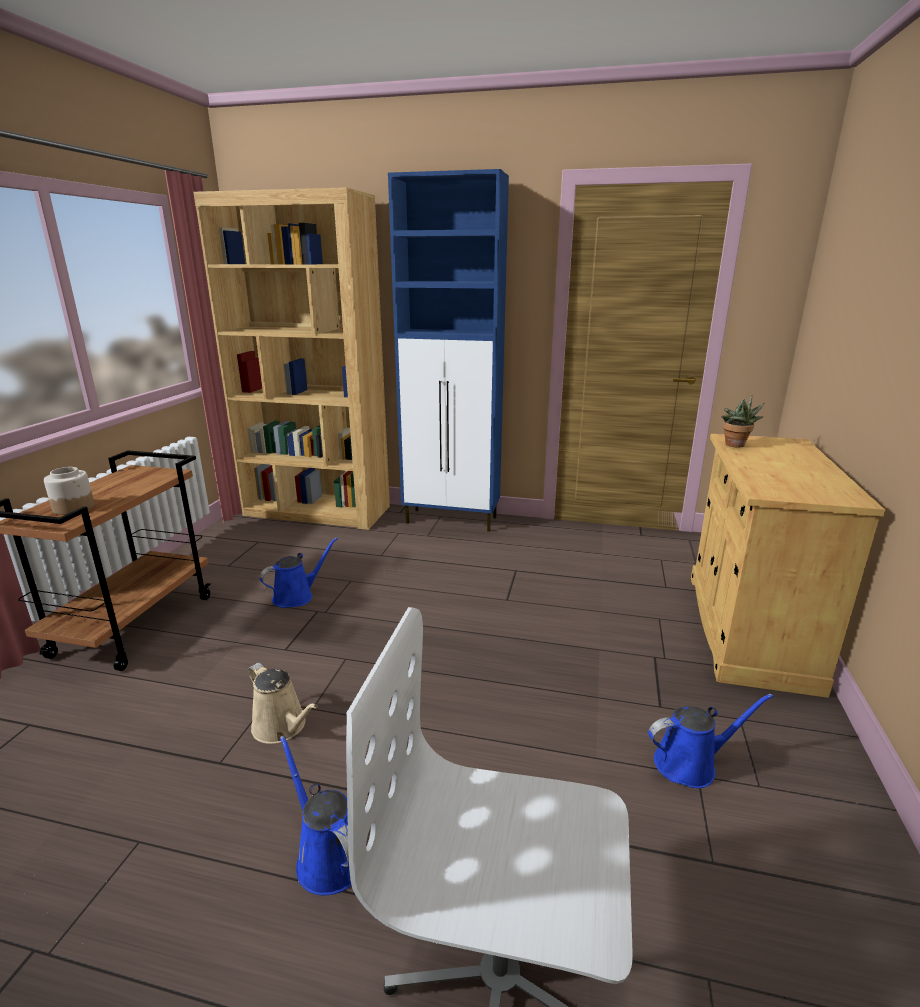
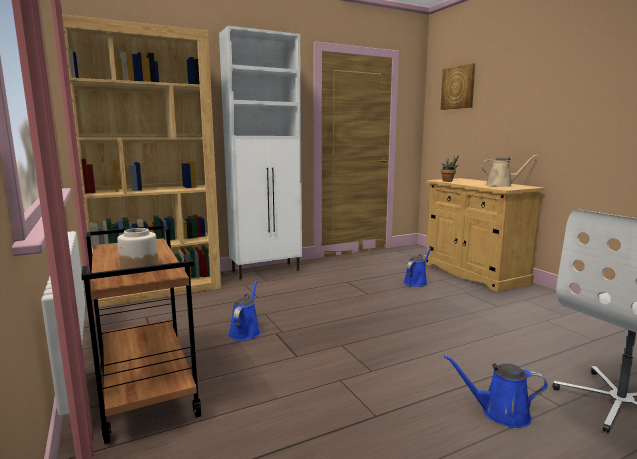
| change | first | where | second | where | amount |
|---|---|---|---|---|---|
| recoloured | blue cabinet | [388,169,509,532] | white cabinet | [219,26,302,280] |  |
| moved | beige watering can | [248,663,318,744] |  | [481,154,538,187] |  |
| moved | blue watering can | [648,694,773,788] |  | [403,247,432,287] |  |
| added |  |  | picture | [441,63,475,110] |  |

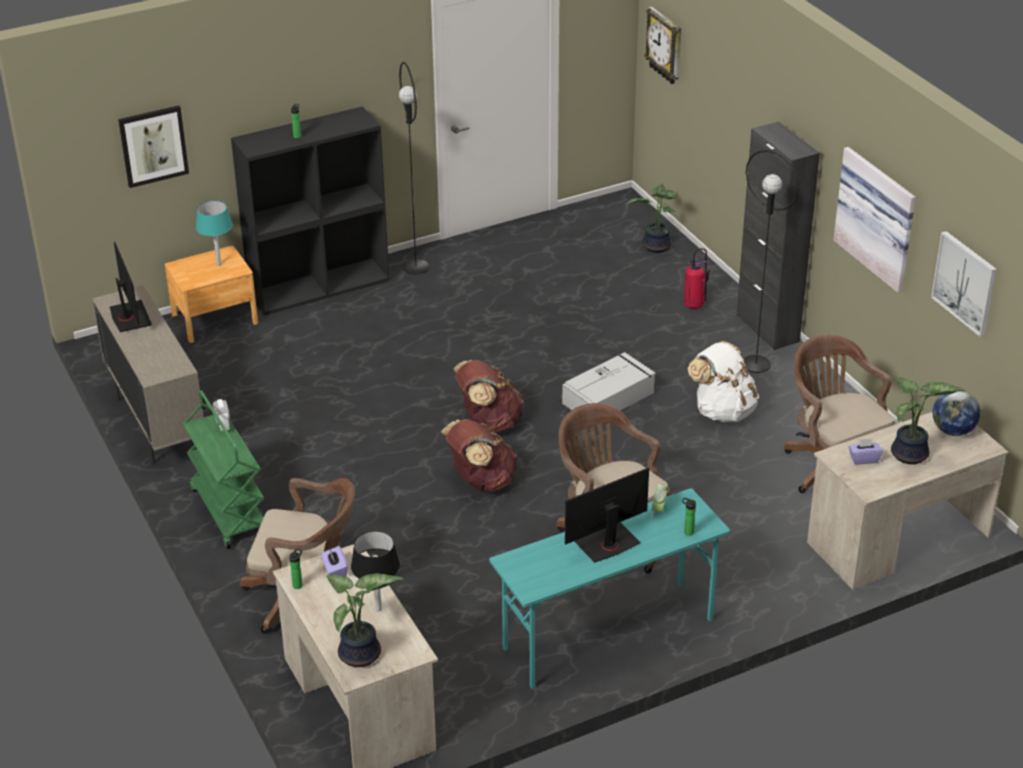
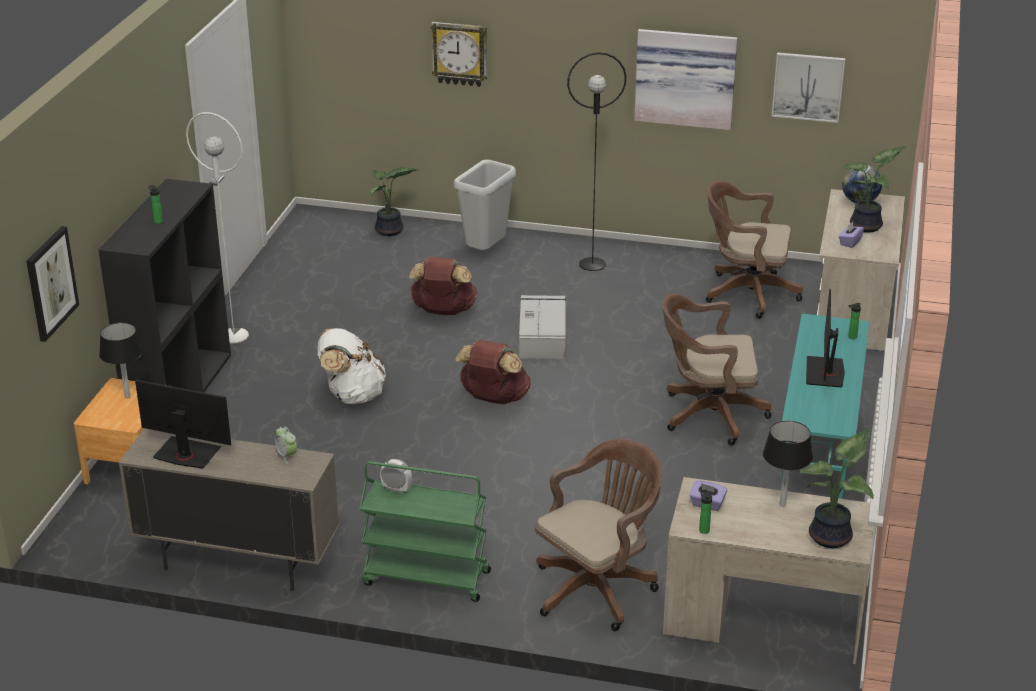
| change | first | where | second | where | amount |
|---|---|---|---|---|---|
| moved | wall clock | [644,7,681,84] |  | [431,22,487,87] |  |
| recoloured | black floor lamp | [399,62,429,275] | white floor lamp | [186,112,249,344] |  |
| removed | black cabinet | [736,121,820,350] |  |  |  |
| recoloured | turquoise table lamp | [196,200,233,266] | black table lamp | [99,322,143,399] |  |
| replaced | fire extinguisher | [684,248,712,309] | grey trash can | [454,160,516,250] |  |
| moved | white backpack | [688,341,759,422] |  | [318,328,385,404] |  |
| moved | brown backpack | [441,419,518,492] |  | [409,257,478,315] |  |
| moved | alarm clock | [651,483,667,518] |  | [275,426,297,464] |  |

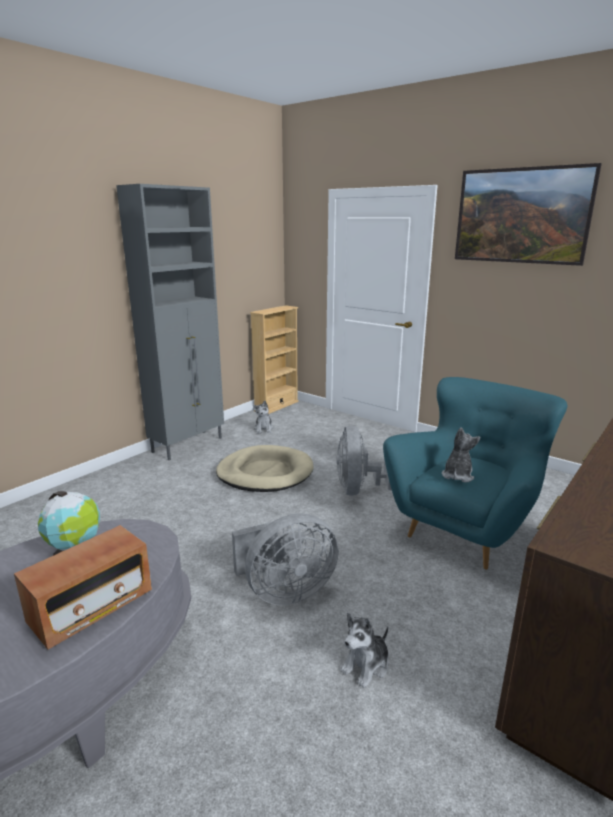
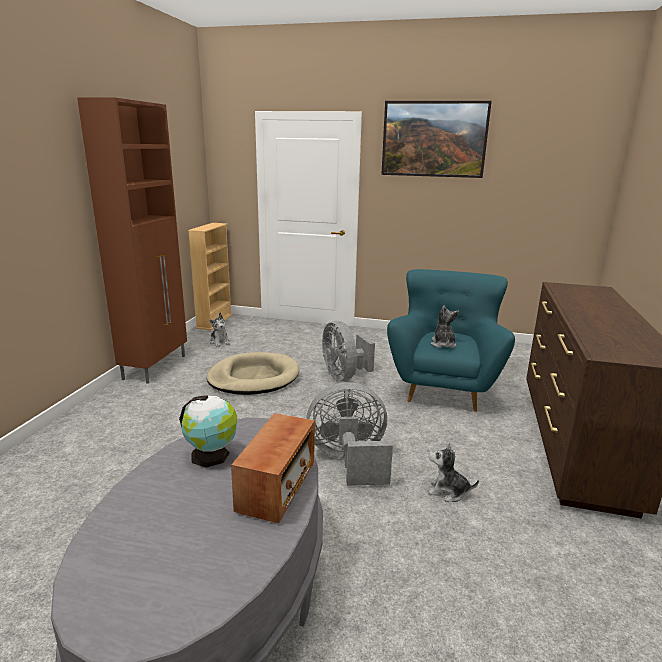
| change | first | where | second | where | amount |
|---|---|---|---|---|---|
| recoloured | grey cabinet | [116,184,224,460] | brown cabinet | [77,97,187,384] |  |
| turned | grey fan | [232,514,339,605] |  | [306,382,393,486] | 135 degrees counterclockwise |
| turned | plush toy | [341,613,388,688] |  | [428,443,479,502] | 90 degrees clockwise |

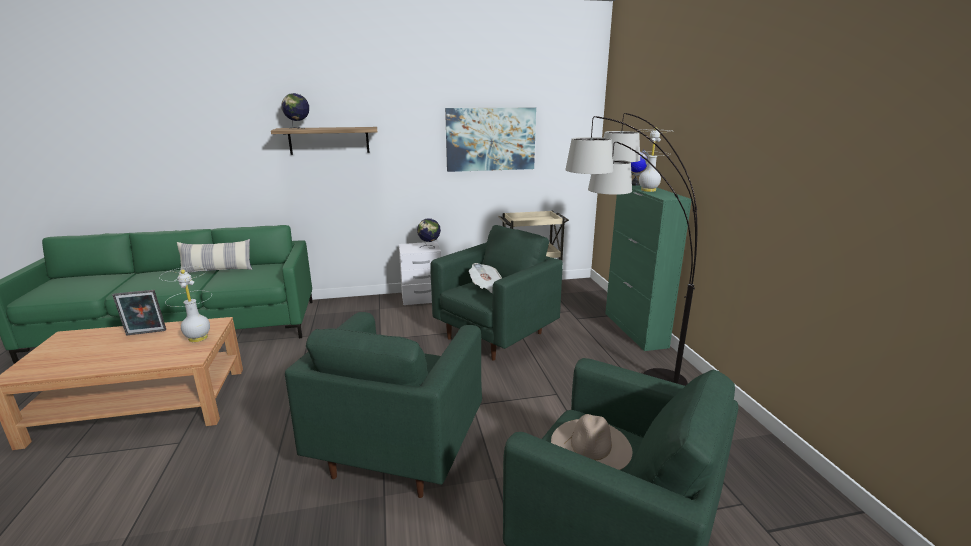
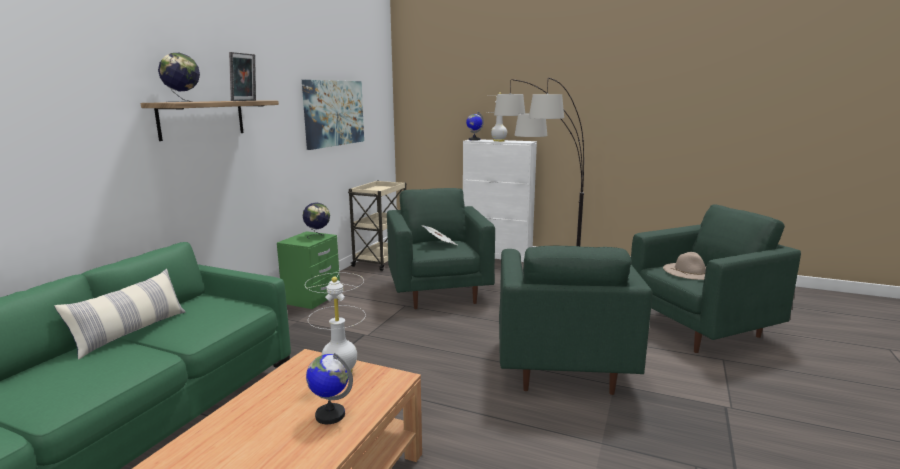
| change | first | where | second | where | amount |
|---|---|---|---|---|---|
| recoloured | green cabinet | [605,185,691,351] | white cabinet | [463,139,537,262] |  |
| recoloured | white nightstand | [399,242,441,305] | green nightstand | [277,231,340,309] |  |
| moved | picture frame | [112,290,166,336] |  | [229,52,256,101] |  |
| turned | green armchair | [285,312,482,498] |  | [499,246,652,395] | 45 degrees clockwise |
| added |  |  | globe | [306,353,353,424] |  |

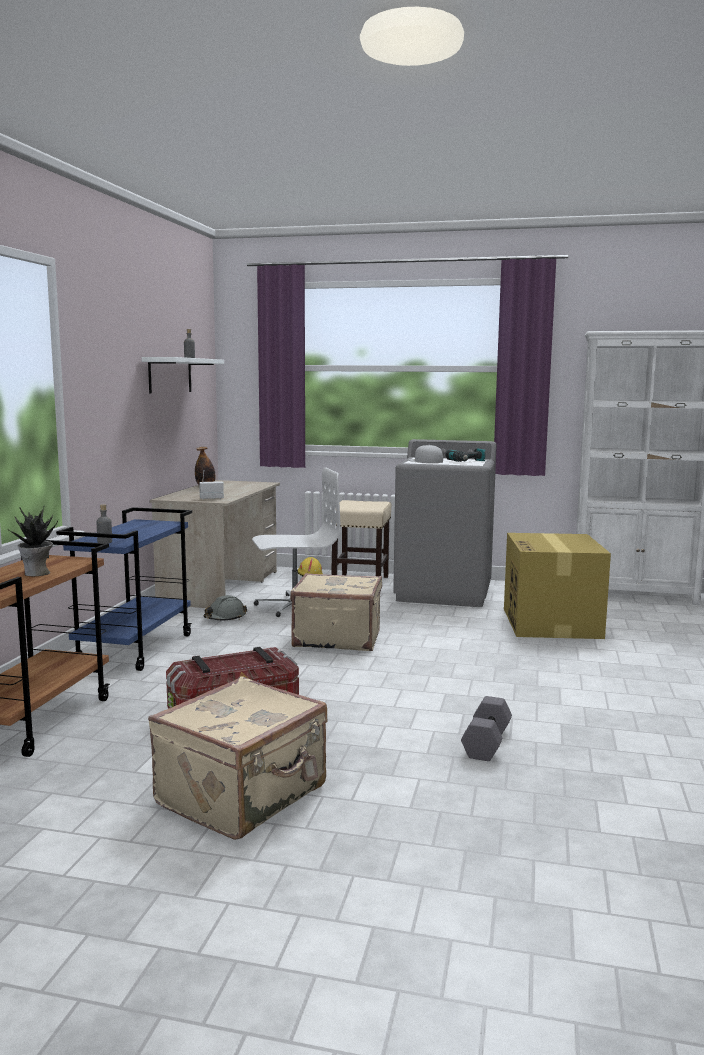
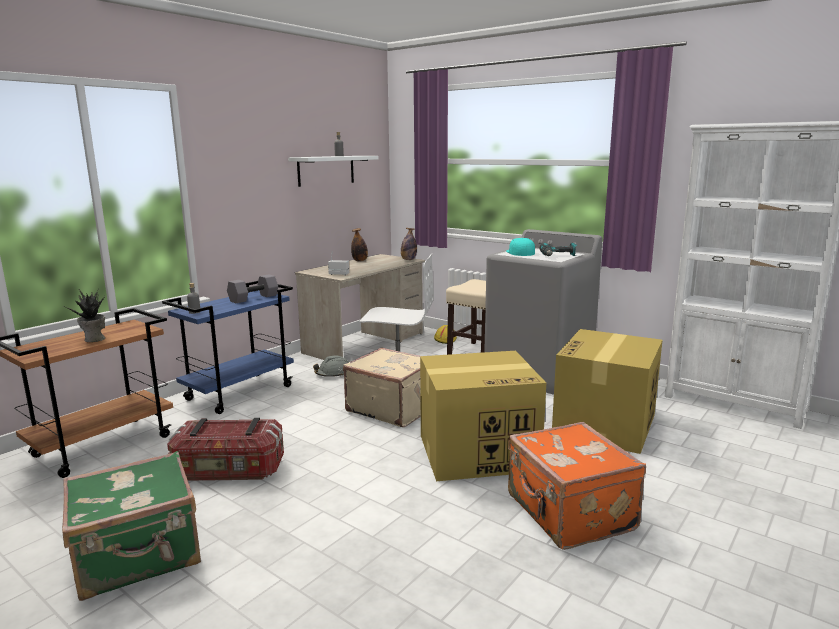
| change | first | where | second | where | amount |
|---|---|---|---|---|---|
| recoloured | white cap | [408,445,443,463] | turquoise cap | [506,238,535,256] |  |
| recoloured | beige suitcase | [148,676,327,840] | green suitcase | [62,451,201,601] |  |
| moved | grey dumbbell | [461,696,512,761] |  | [227,274,278,303] |  |
| added |  |  | bottle | [401,228,417,260] |  |
| added |  |  | cardboard box | [420,351,546,481] |  |
| added |  |  | orange suitcase | [508,422,646,550] |  |

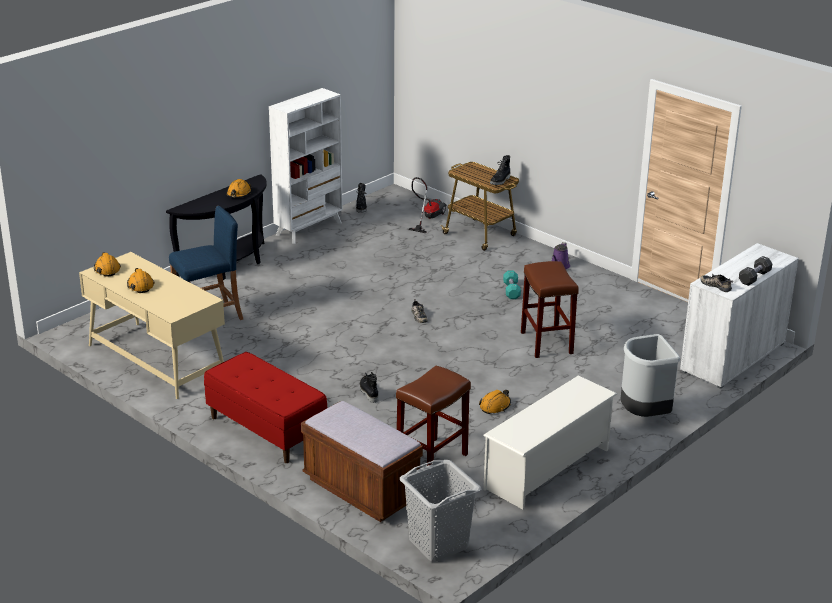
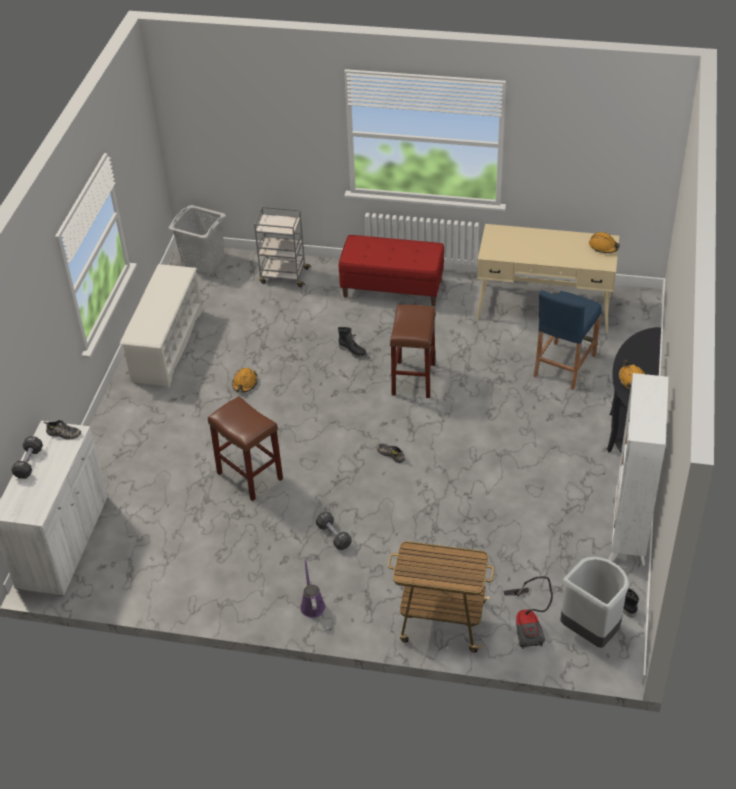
| change | first | where | second | where | amount |
|---|---|---|---|---|---|
| removed | black boot | [490,155,510,185] |  |  |  |
| removed | orange hard hat | [127,268,154,293] |  |  |  |
| recoloured | turquoise dumbbell | [503,271,521,299] | black dumbbell | [316,511,352,550] |  |
| moved | grey trash can | [620,334,680,417] |  | [561,557,630,648] |  |
| moved | brown stool | [396,365,471,480] |  | [390,305,436,398] |  |
| replaced | brown bench | [301,401,423,522] | grey cart | [254,206,311,287] |  |

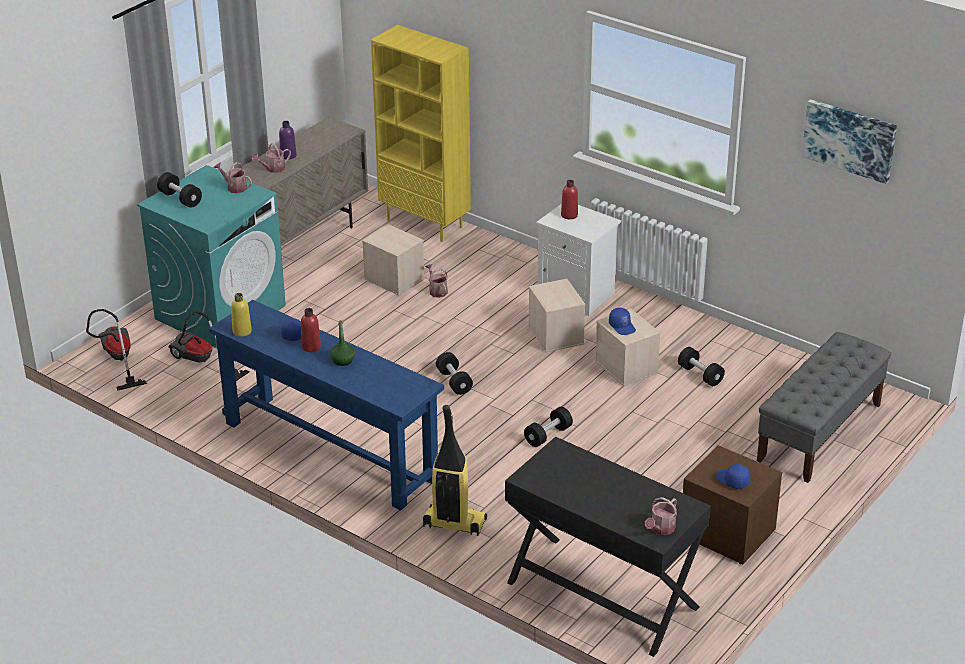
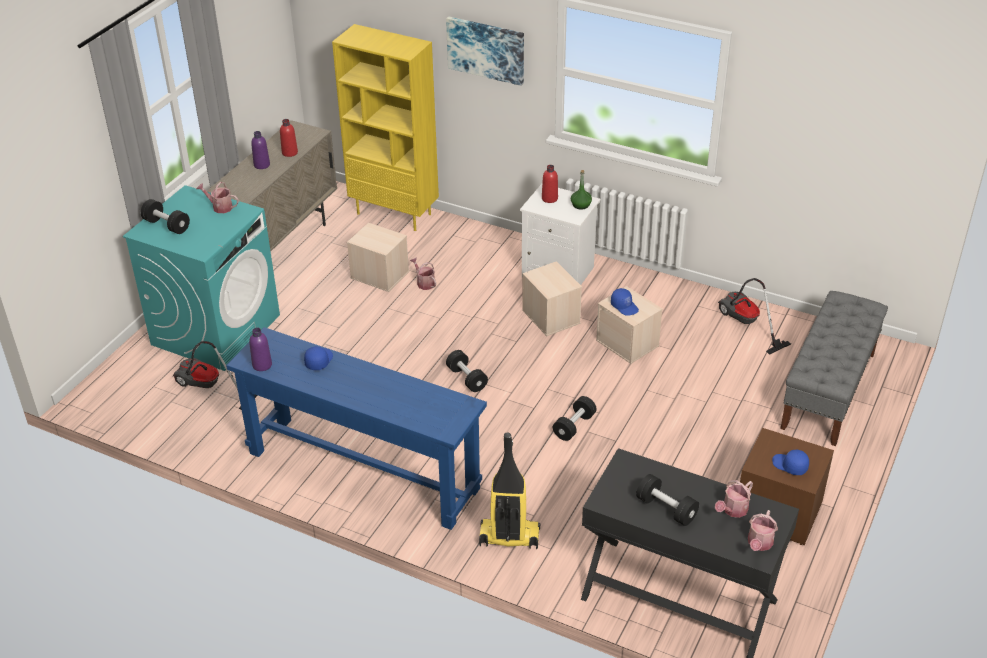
| change | first | where | second | where | amount |
|---|---|---|---|---|---|
| moved | picture | [802,99,897,184] |  | [446,16,524,86] |  |
| moved | watering can | [252,143,291,173] |  | [715,480,753,518] |  |
| recoloured | yellow bottle | [231,293,252,337] | purple bottle | [249,328,272,371] |  |
| moved | red bottle | [301,308,321,352] |  | [280,119,298,157] |  |
| moved | vacuum cleaner | [86,309,147,391] |  | [718,278,791,355] |  |
| moved | green bottle | [330,320,355,366] |  | [571,170,592,210] |  |
| moved | black dumbbell | [678,347,725,386] |  | [636,474,699,526] |  |

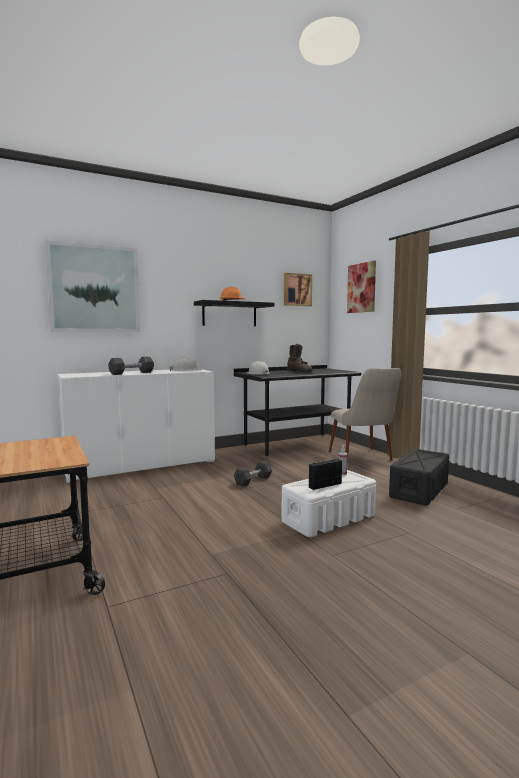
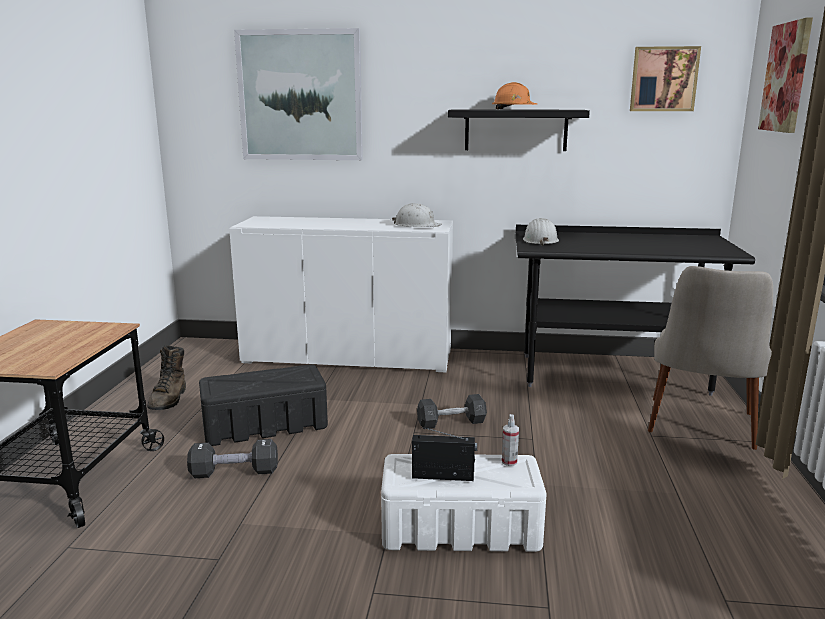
| change | first | where | second | where | amount |
|---|---|---|---|---|---|
| moved | brown boot | [286,344,313,372] |  | [147,345,186,410] |  |
| moved | black dumbbell | [108,357,154,375] |  | [187,439,278,478] |  |
| moved | black storage box | [389,449,449,505] |  | [199,364,328,446] |  |

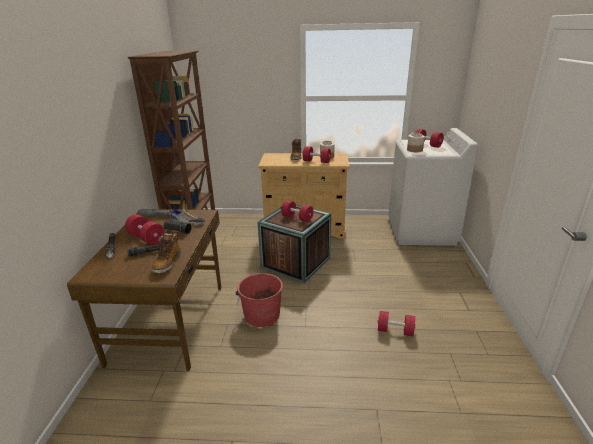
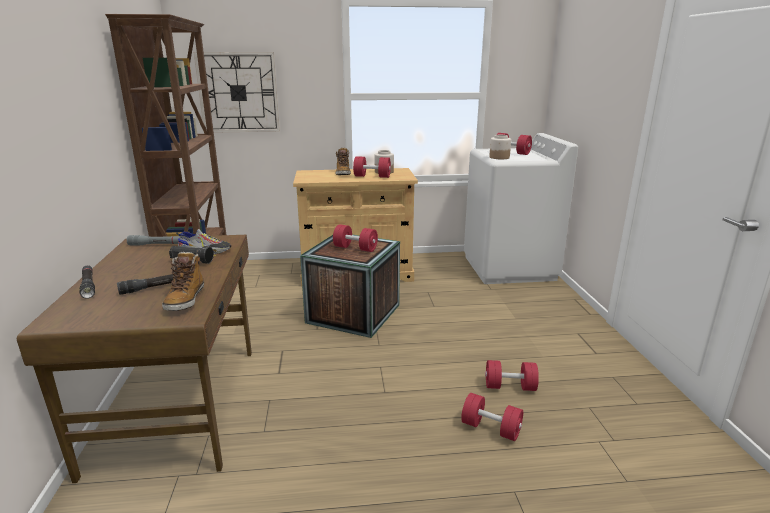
| change | first | where | second | where | amount |
|---|---|---|---|---|---|
| moved | red dumbbell | [125,214,164,245] |  | [461,393,523,441] |  |
| removed | red bucket | [236,273,283,327] |  |  |  |
| added |  |  | wall clock | [194,52,280,133] |  |

